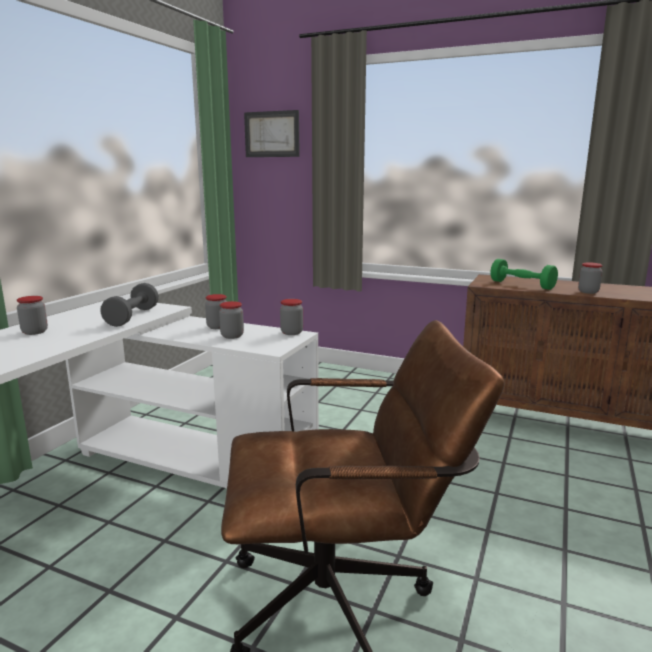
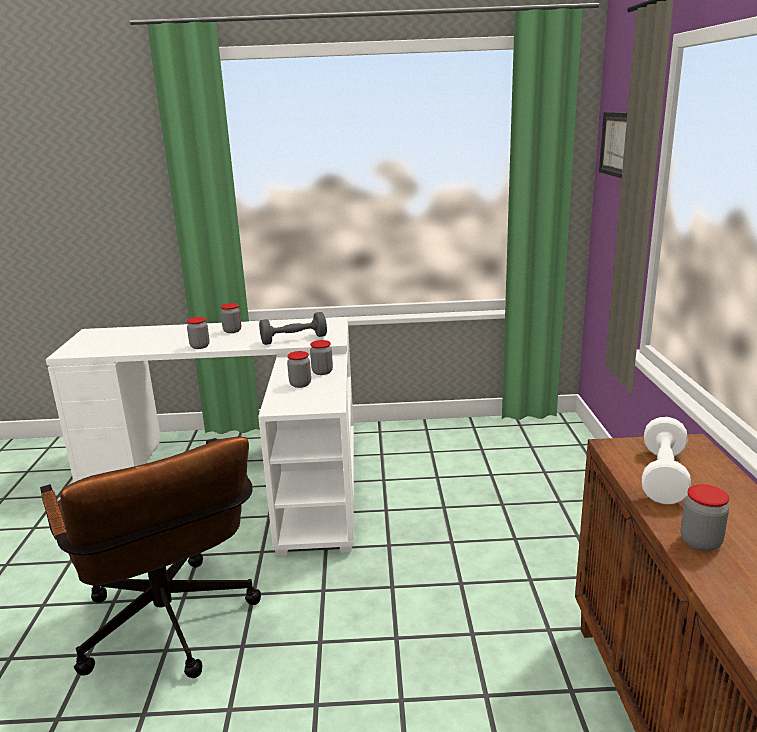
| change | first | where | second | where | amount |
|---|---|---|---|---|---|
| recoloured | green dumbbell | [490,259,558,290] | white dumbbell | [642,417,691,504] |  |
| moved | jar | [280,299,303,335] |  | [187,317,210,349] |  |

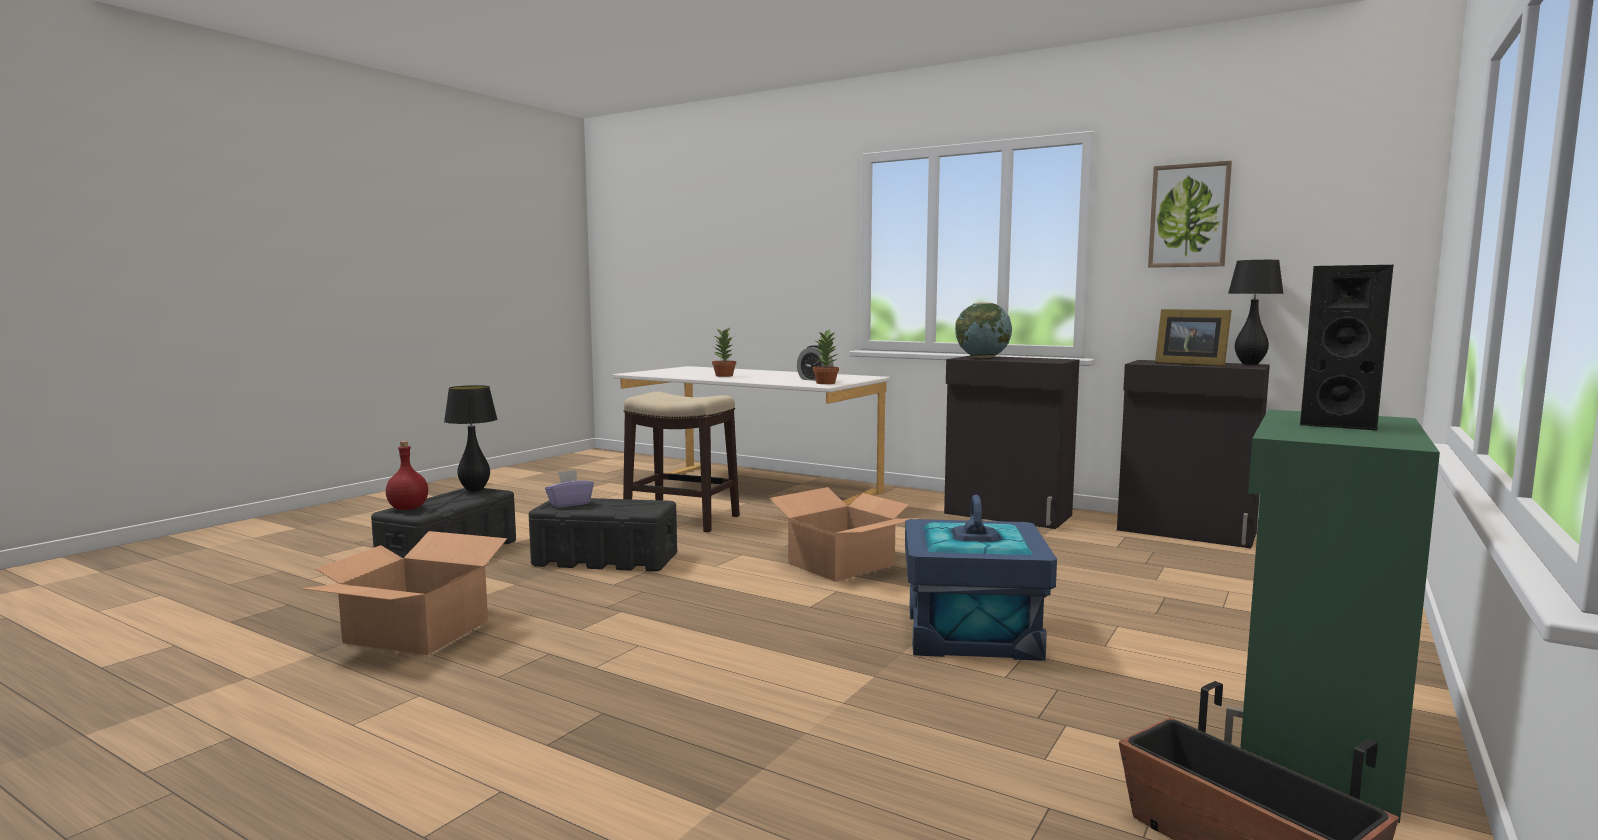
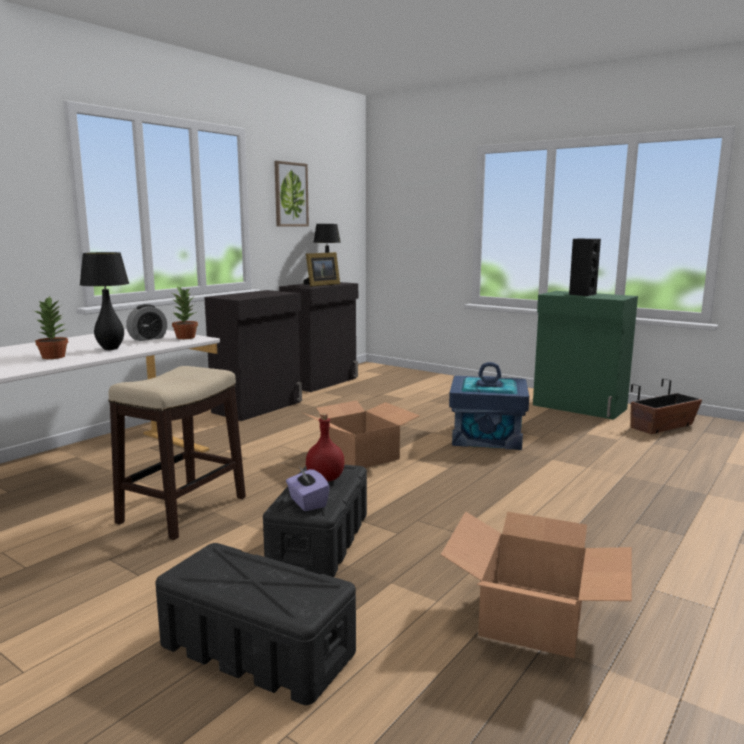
| change | first | where | second | where | amount |
|---|---|---|---|---|---|
| removed | globe | [955,302,1012,358] |  |  |  |
| moved | black table lamp | [444,385,497,492] |  | [80,252,129,350] |  |
| moved | red bottle | [386,441,428,510] |  | [306,413,345,481] |  |

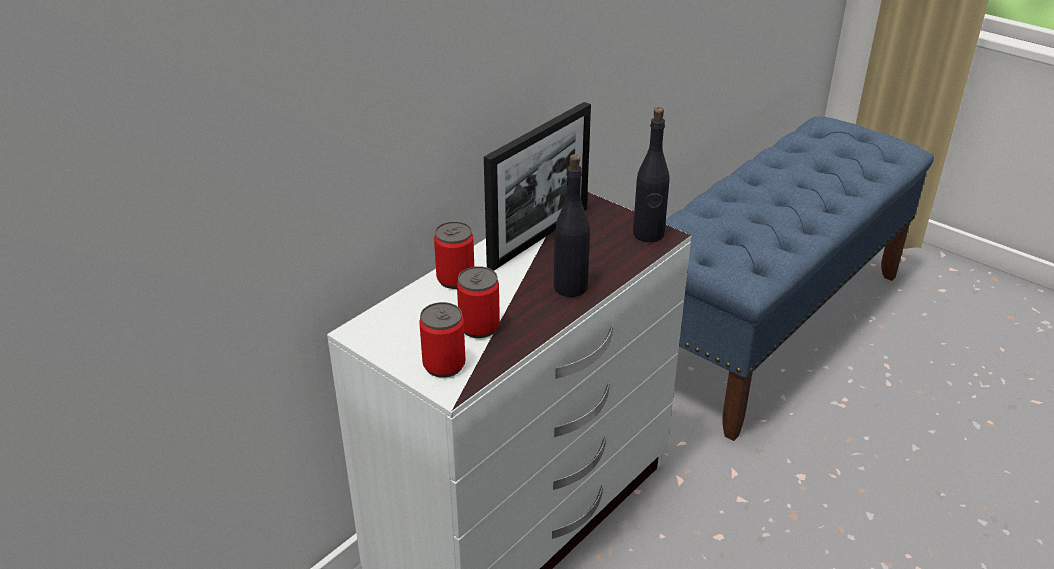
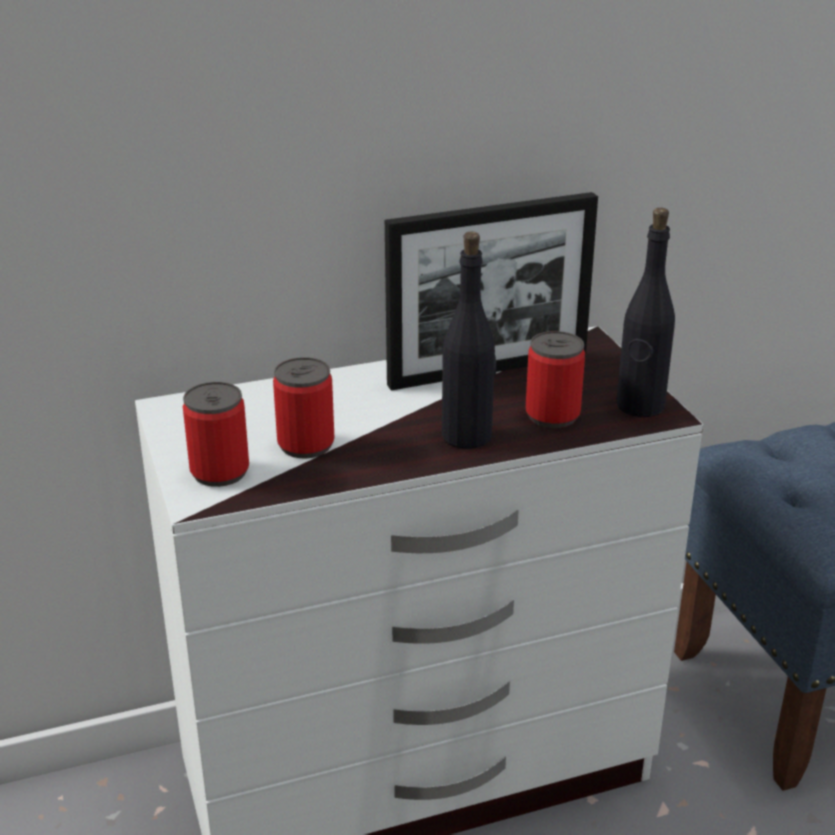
| change | first | where | second | where | amount |
|---|---|---|---|---|---|
| moved | can | [434,222,474,289] |  | [526,331,585,428] |  |

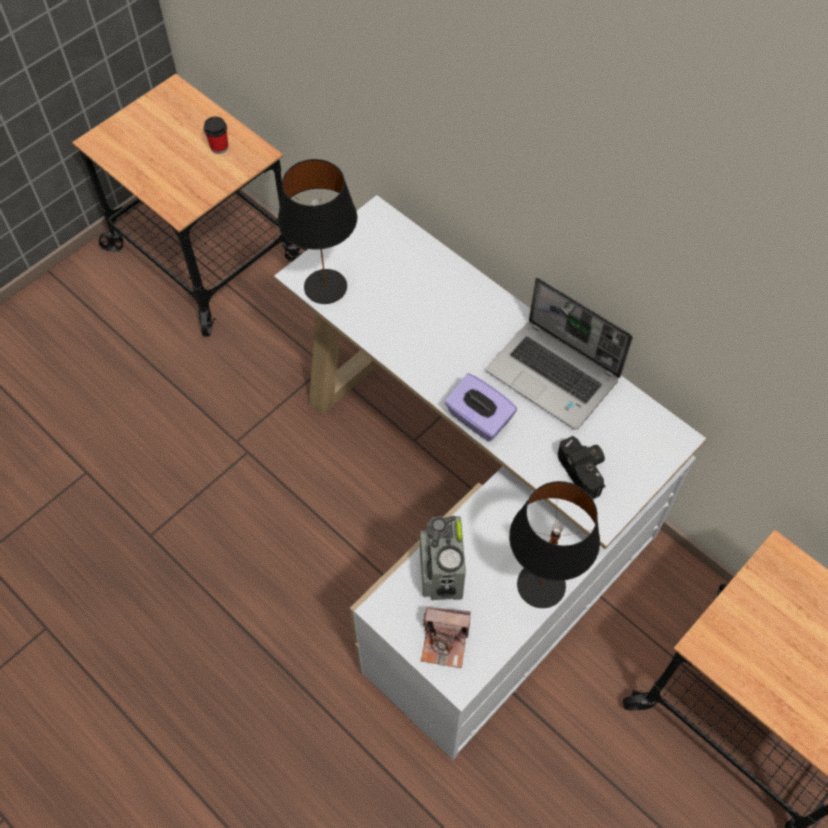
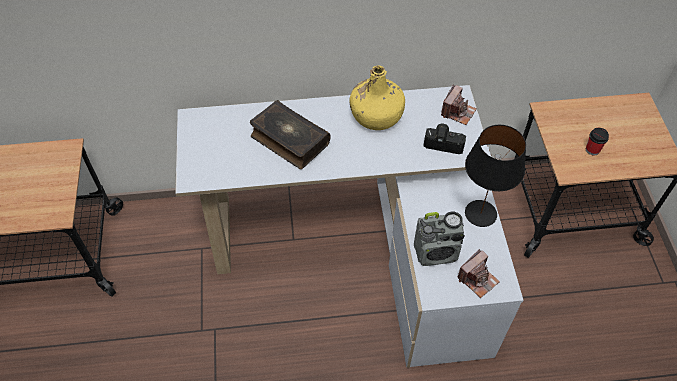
| change | first | where | second | where | amount |
|---|---|---|---|---|---|
| moved | cup | [204,116,228,154] |  | [586,128,609,155] |  |
| removed | black table lamp | [278,159,357,304] |  |  |  |
| replaced | laptop | [486,277,633,429] | yellow bottle | [349,65,405,130] |  |
| removed | purple tissue box | [445,373,517,441] |  |  |  |
| turned | radio | [420,516,466,600] |  | [414,212,465,266] | 45 degrees counterclockwise |
| added |  |  | photo camera | [441,84,476,125] |  |
| added |  |  | book | [250,100,330,169] |  |

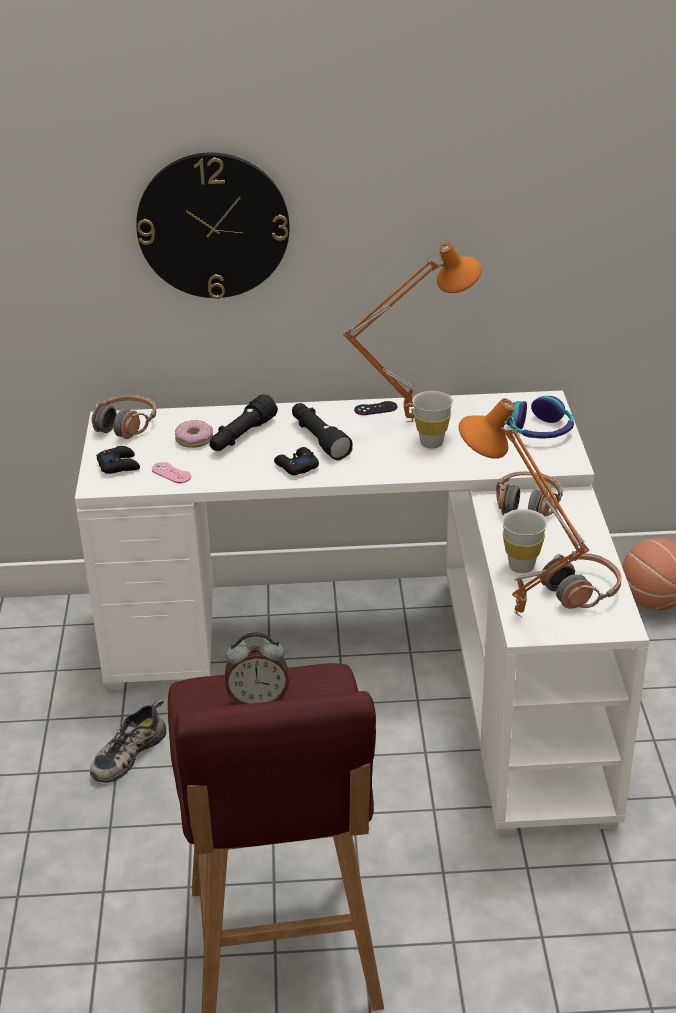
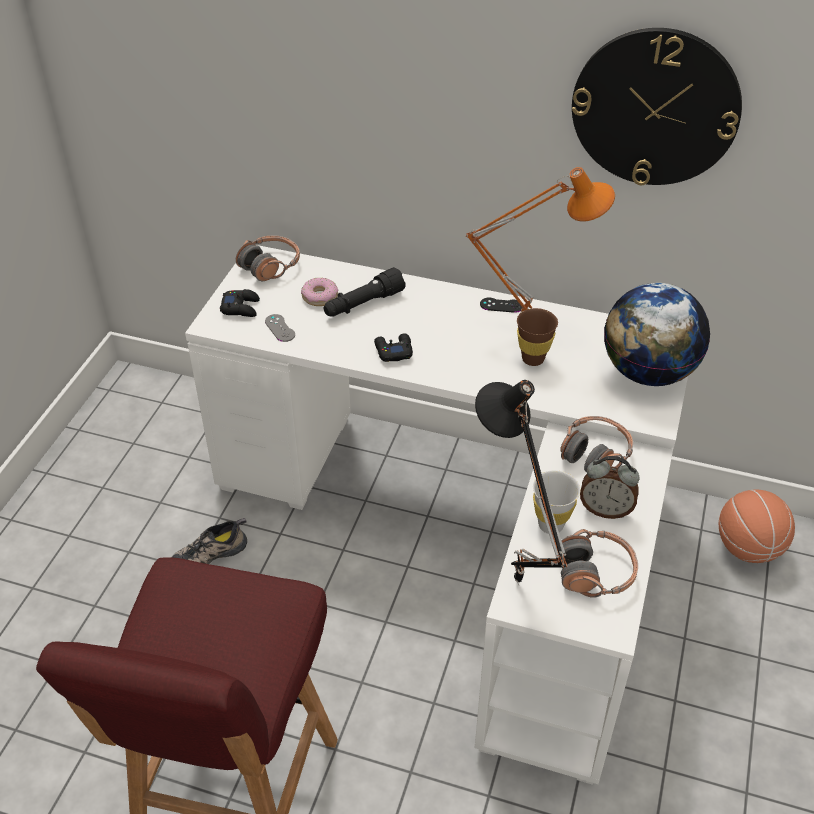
| change | first | where | second | where | amount |
|---|---|---|---|---|---|
| moved | wall clock | [136,153,289,299] |  | [572,28,742,185] |  |
| recoloured | white cup | [412,391,453,449] | brown cup | [517,308,558,366] |  |
| replaced | headphones | [506,396,574,438] | globe | [604,283,710,386] |  |
| recoloured | orange table lamp | [459,398,589,617] | black table lamp | [475,380,567,585] |  |
| removed | black flashlight | [292,403,353,460] |  |  |  |
| recoloured | pink game controller | [152,462,191,483] | grey game controller | [265,314,295,342] |  |
| moved | alarm clock | [225,632,289,705] |  | [580,456,639,519] |  |

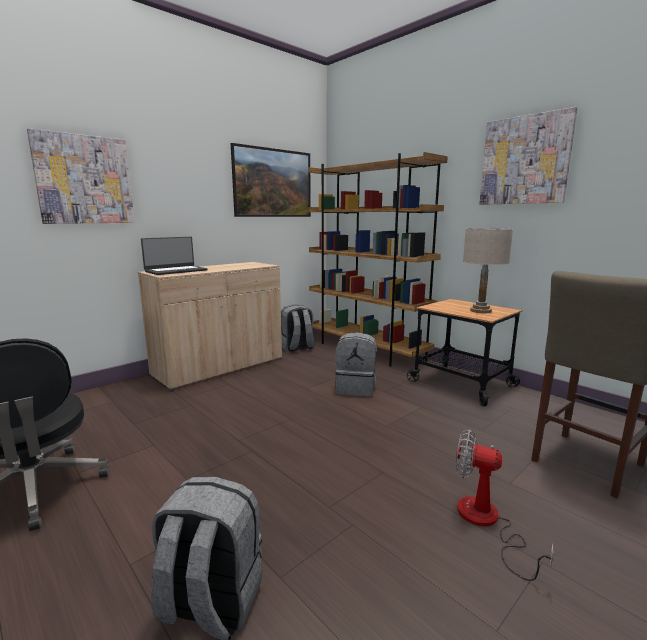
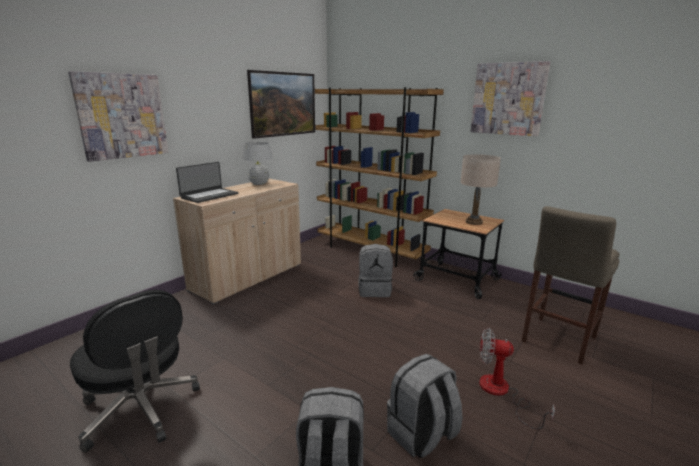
| change | first | where | second | where | amount |
|---|---|---|---|---|---|
| moved | grey backpack | [281,304,314,352] |  | [387,354,462,458] |  |
| added |  |  | white table lamp | [242,142,273,185] |  |

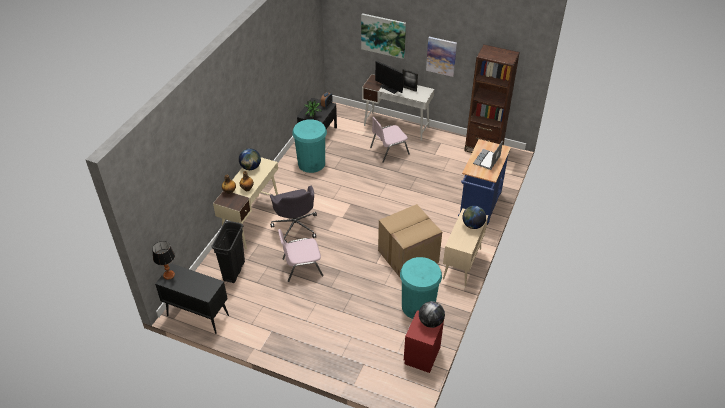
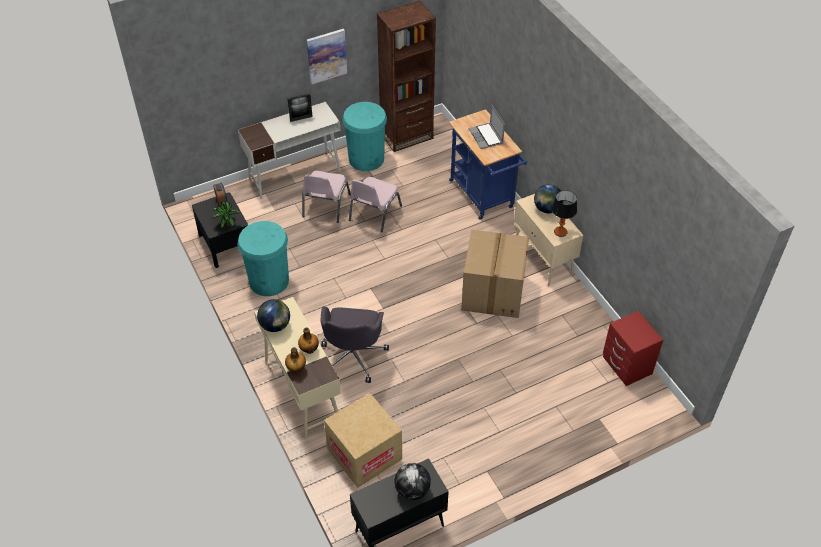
| change | first | where | second | where | amount |
|---|---|---|---|---|---|
| removed | picture | [361,13,406,59] |  |  |  |
| removed | monitor | [375,61,404,94] |  |  |  |
| turned | grey office chair | [270,186,317,243] |  | [320,306,389,383] | 75 degrees clockwise |
| replaced | black trash can | [211,221,245,283] | cardboard box | [324,393,402,488] |  |
| moved | pink chair | [278,229,324,282] |  | [349,177,402,232] |  |
| moved | table lamp | [152,241,175,280] |  | [552,190,577,237] |  |
| moved | turquoise trash can | [400,257,442,319] |  | [342,102,387,171] |  |
| moved | globe | [419,301,445,328] |  | [394,463,431,500] |  |

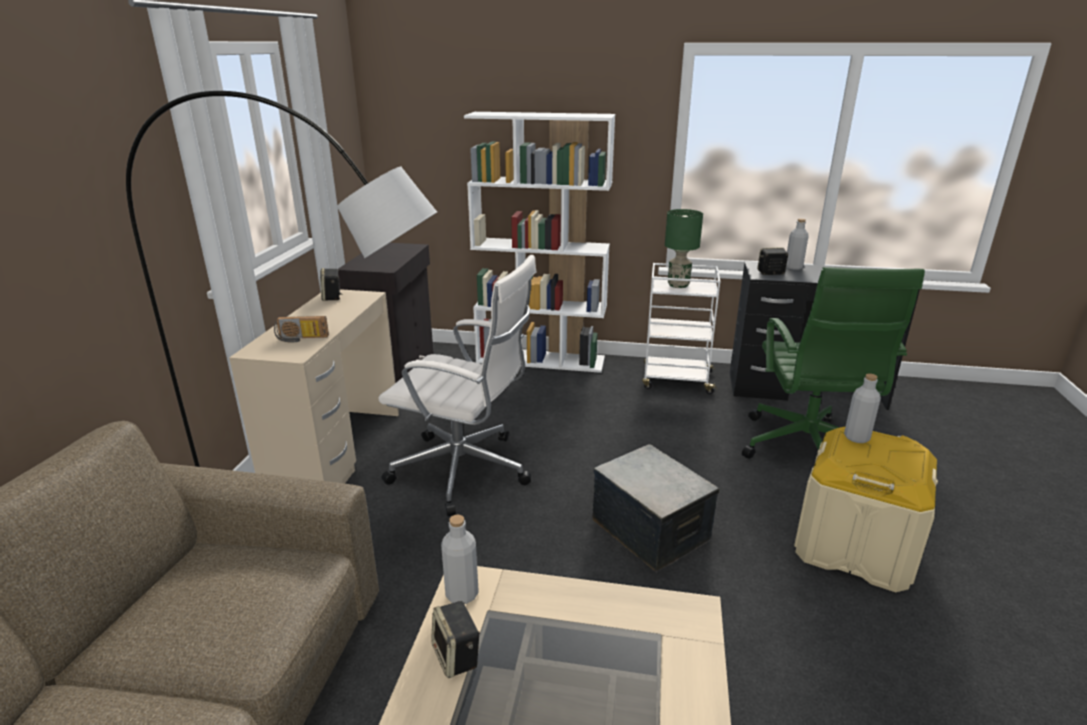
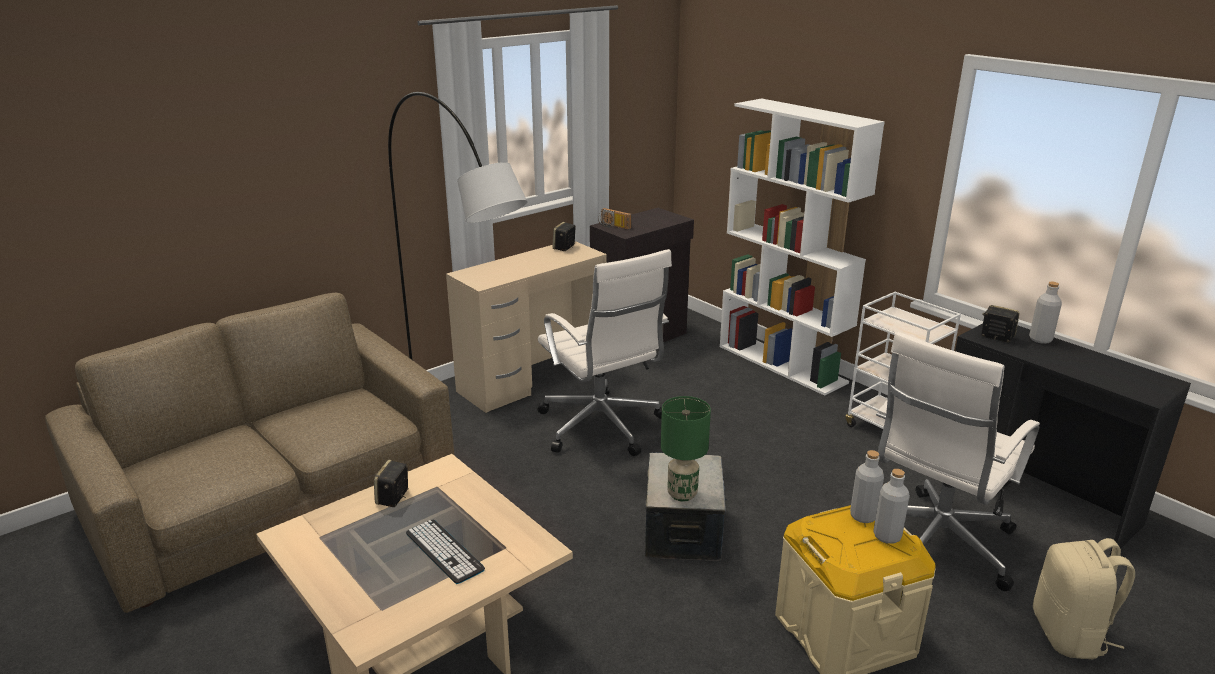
| change | first | where | second | where | amount |
|---|---|---|---|---|---|
| moved | green table lamp | [665,209,703,288] |  | [661,396,711,502] |  |
| recoloured | green office chair | [742,267,925,459] | white office chair | [876,332,1040,591] |  |
| moved | radio | [274,316,329,343] |  | [598,208,632,230] |  |
| moved | grey bottle | [441,515,479,604] |  | [873,469,910,544] |  |
| added |  |  | keyboard | [406,520,485,584] |  |
| added |  |  | beige backpack | [1033,538,1135,659] |  |

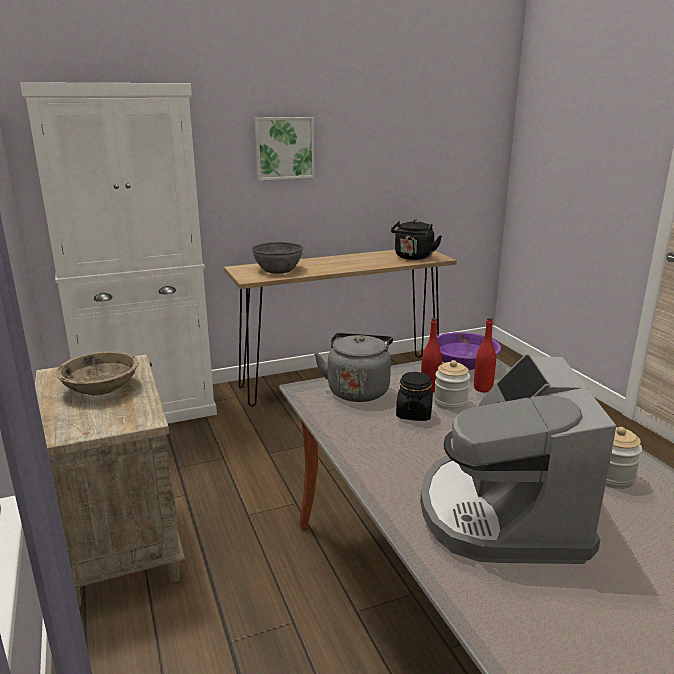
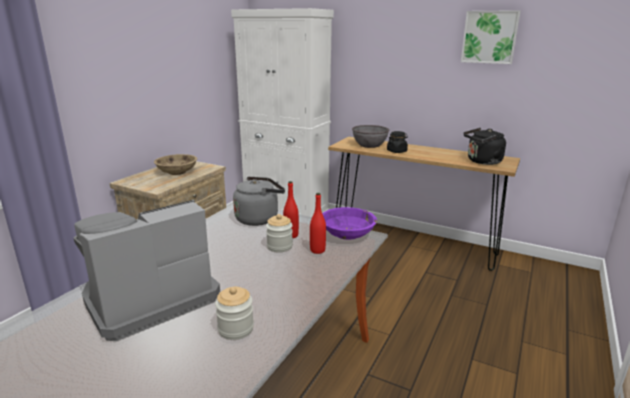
| change | first | where | second | where | amount |
|---|---|---|---|---|---|
| moved | picture | [254,117,314,180] |  | [461,10,521,64] |  |
| moved | black jar | [396,372,433,421] |  | [387,131,408,153] |  |

